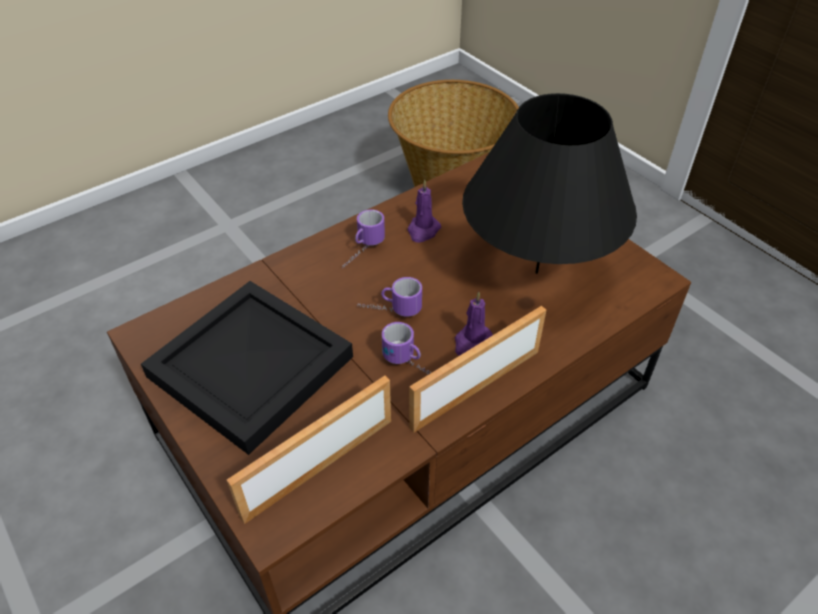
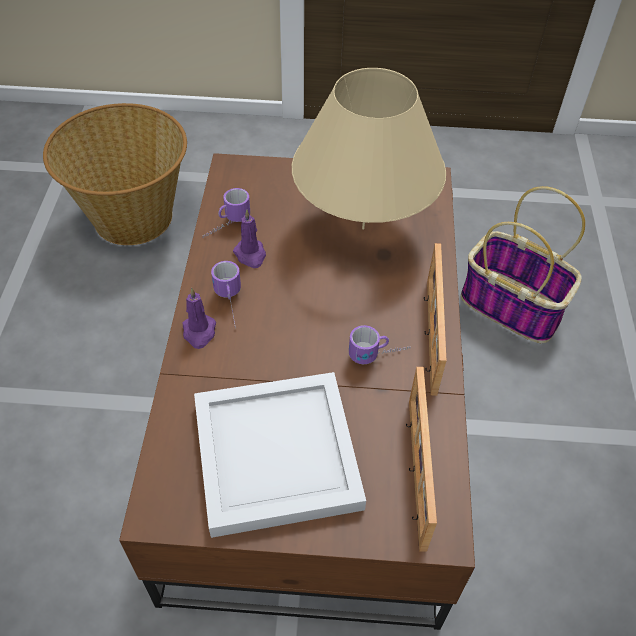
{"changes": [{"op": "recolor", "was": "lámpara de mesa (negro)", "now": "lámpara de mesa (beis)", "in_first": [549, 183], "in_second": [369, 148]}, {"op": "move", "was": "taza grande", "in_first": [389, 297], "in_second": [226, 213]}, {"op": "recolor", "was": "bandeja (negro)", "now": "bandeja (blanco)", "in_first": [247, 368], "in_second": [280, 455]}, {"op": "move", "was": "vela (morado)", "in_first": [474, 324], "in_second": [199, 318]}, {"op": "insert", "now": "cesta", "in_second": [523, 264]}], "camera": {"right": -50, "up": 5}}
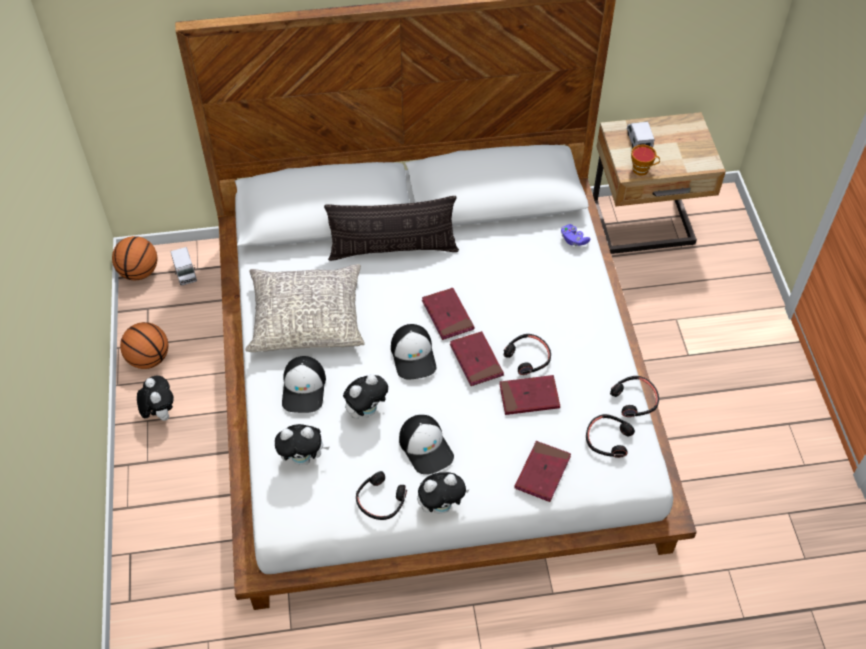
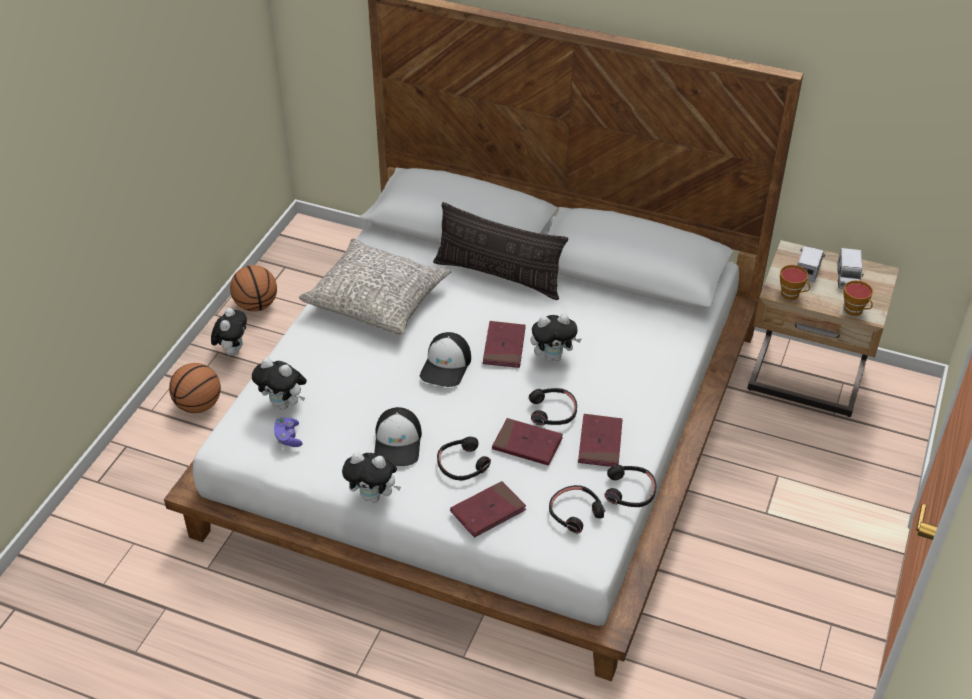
{"changes": [{"op": "move", "was": "mando de consola (morado)", "in_first": [575, 235], "in_second": [288, 432]}, {"op": "move", "was": "balón de baloncesto", "in_first": [135, 258], "in_second": [195, 388]}, {"op": "move", "was": "camión de juguete", "in_first": [184, 266], "in_second": [850, 268]}, {"op": "move", "was": "libro (rojo)", "in_first": [477, 358], "in_second": [600, 440]}, {"op": "delete", "was": "gorra", "in_first": [304, 384]}, {"op": "move", "was": "peluche", "in_first": [365, 396], "in_second": [556, 338]}, {"op": "move", "was": "auriculares (negro)", "in_first": [381, 495], "in_second": [464, 458]}, {"op": "insert", "now": "taza", "in_second": [858, 298]}], "camera": {"right": 30, "up": -10}}
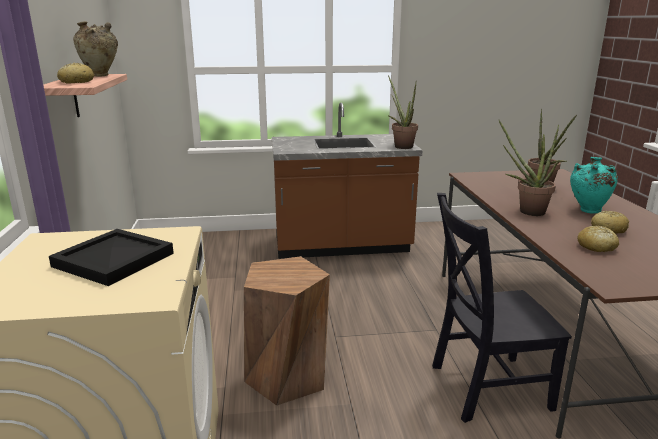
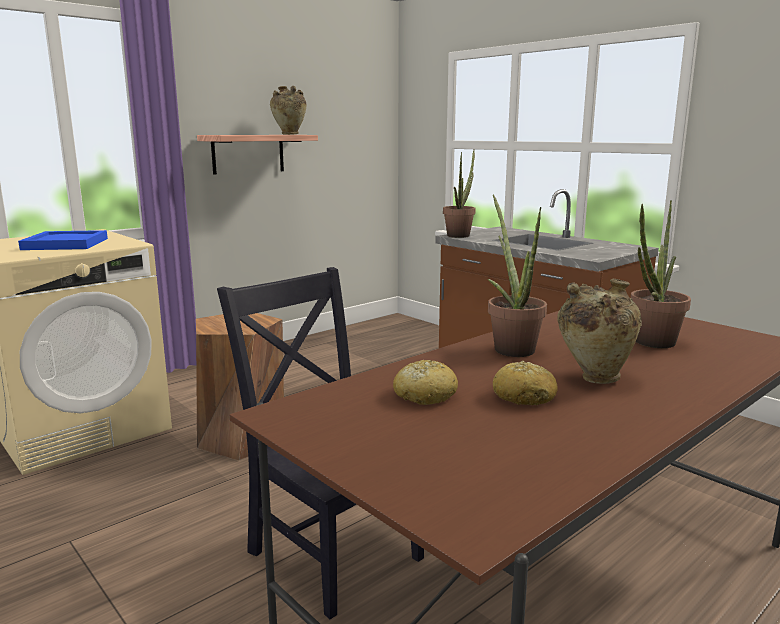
{"changes": [{"op": "delete", "was": "pan", "in_first": [75, 73]}, {"op": "move", "was": "planta en maceta", "in_first": [403, 112], "in_second": [459, 194]}, {"op": "recolor", "was": "florero (turquesa)", "now": "florero (beis)", "in_first": [594, 185], "in_second": [599, 331]}, {"op": "recolor", "was": "bandeja (negro)", "now": "bandeja (azul)", "in_first": [111, 257], "in_second": [63, 240]}], "camera": {"right": 55, "up": -5}}
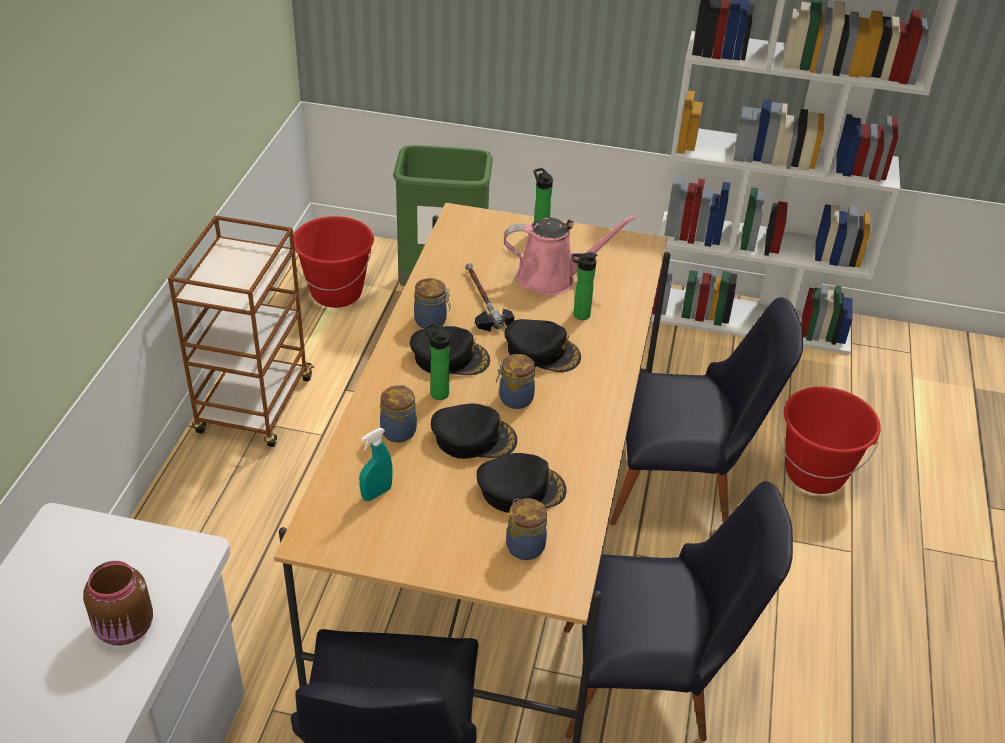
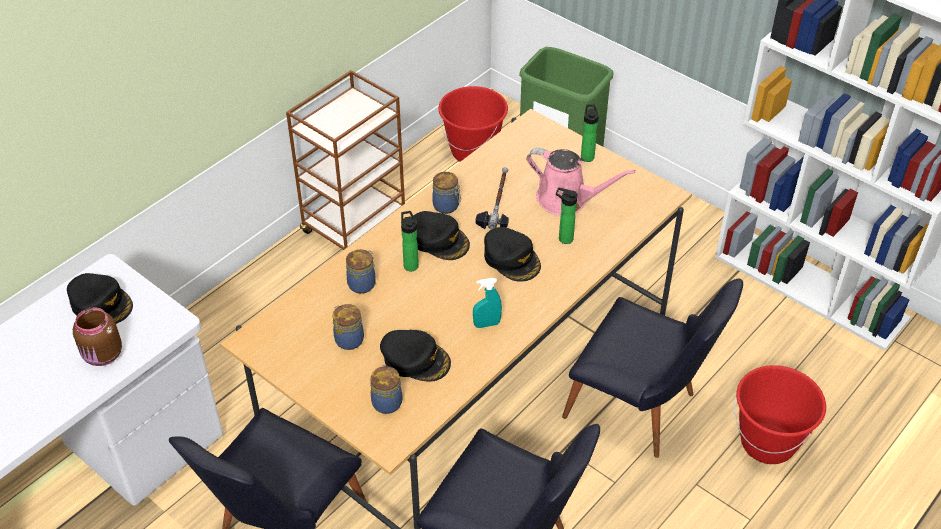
{"changes": [{"op": "move", "was": "tarro", "in_first": [515, 381], "in_second": [348, 327]}, {"op": "move", "was": "gorra (negro)", "in_first": [474, 431], "in_second": [100, 298]}, {"op": "move", "was": "pulverizador (turquesa)", "in_first": [376, 464], "in_second": [487, 303]}], "camera": {"right": 30, "up": 5}}
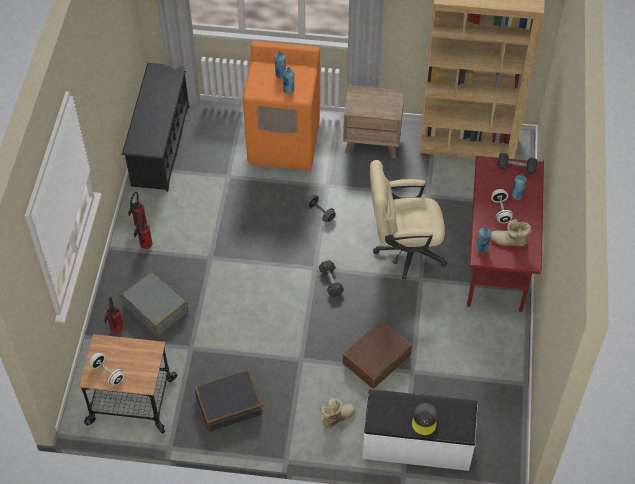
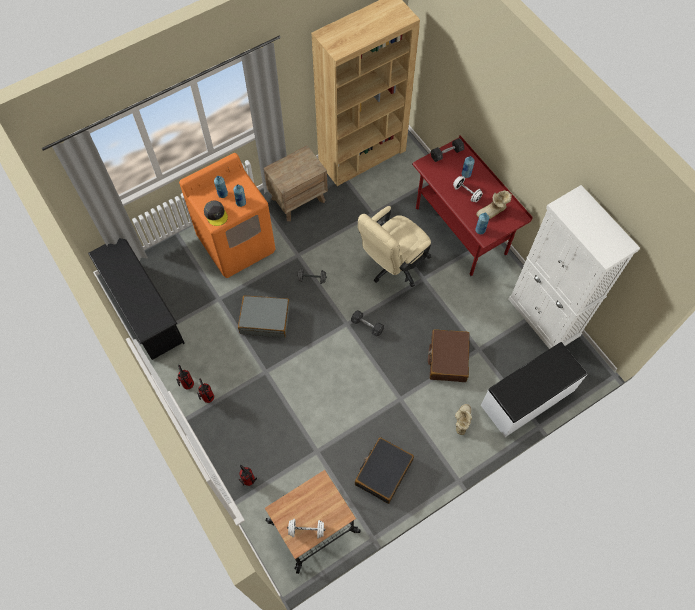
{"changes": [{"op": "move", "was": "maleta (gris)", "in_first": [154, 303], "in_second": [264, 317]}, {"op": "move", "was": "gorra (gris)", "in_first": [425, 419], "in_second": [216, 213]}, {"op": "insert", "now": "armario (blanco)", "in_second": [574, 267]}], "camera": {"right": -40, "up": 10}}
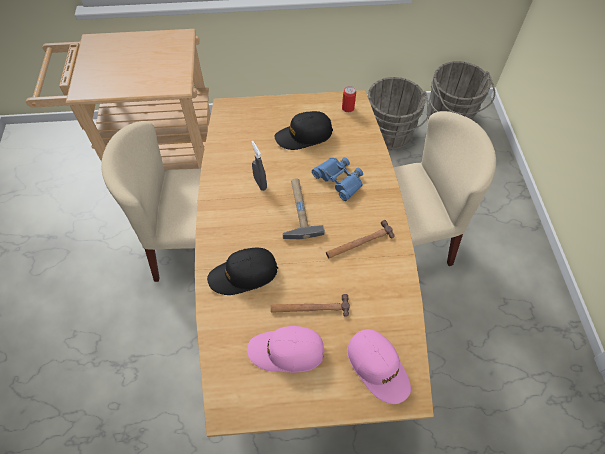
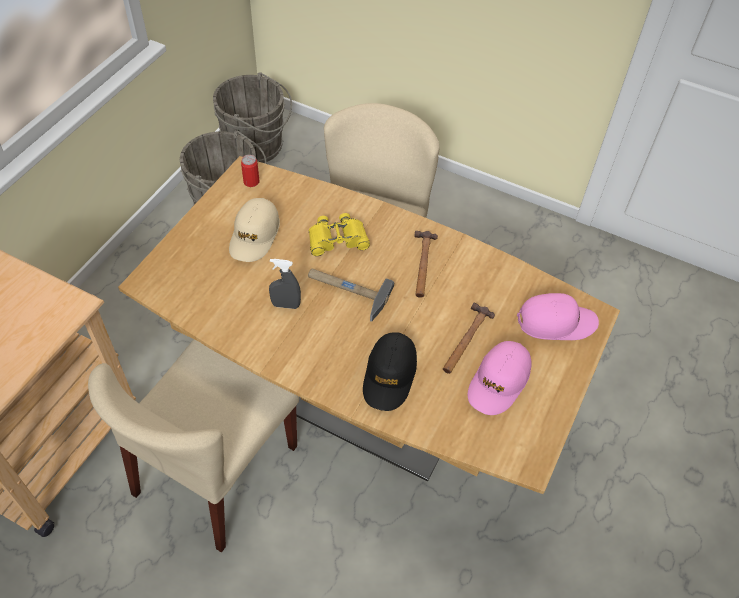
{"changes": [{"op": "recolor", "was": "gorra (negro)", "now": "gorra (beis)", "in_first": [304, 130], "in_second": [254, 230]}, {"op": "recolor", "was": "prismáticos (azul)", "now": "prismáticos (amarillo)", "in_first": [337, 179], "in_second": [339, 234]}], "camera": {"right": -60, "up": -5}}
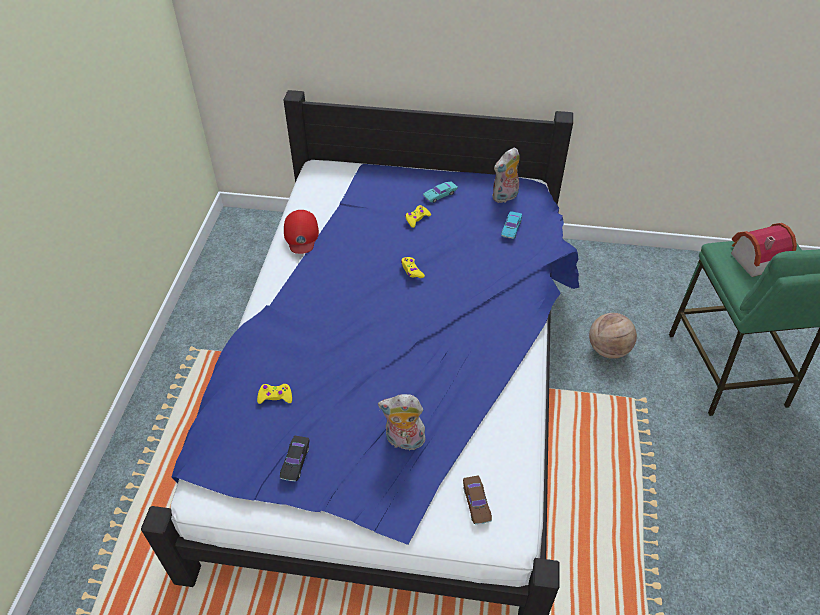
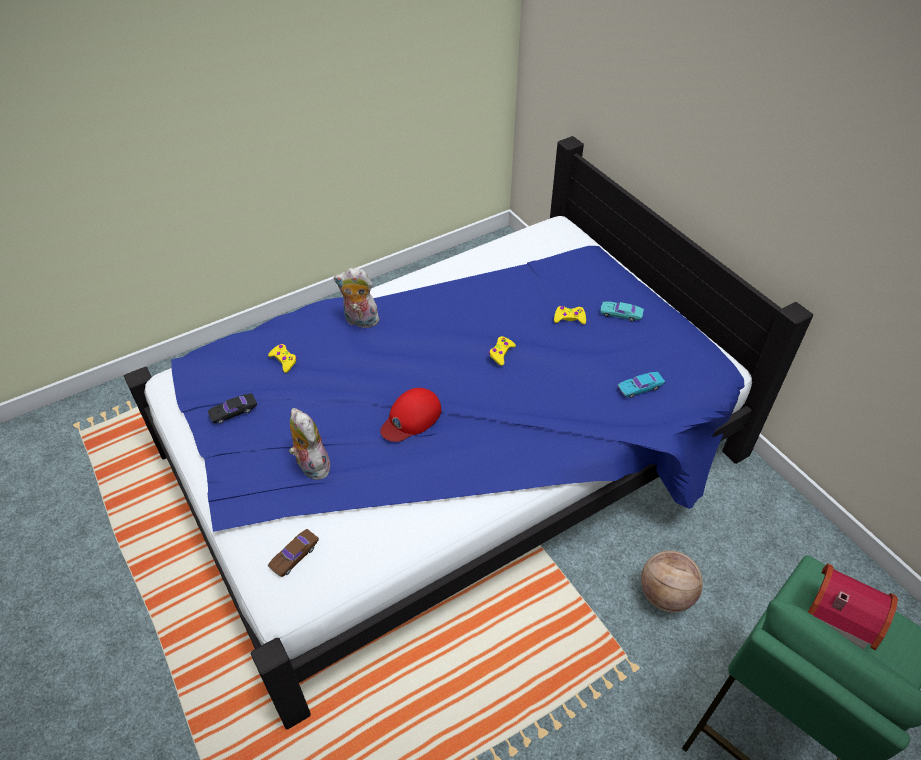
{"changes": [{"op": "move", "was": "peluche", "in_first": [506, 175], "in_second": [356, 298]}, {"op": "move", "was": "gorra (rojo)", "in_first": [301, 232], "in_second": [410, 415]}], "camera": {"right": 50, "up": 0}}
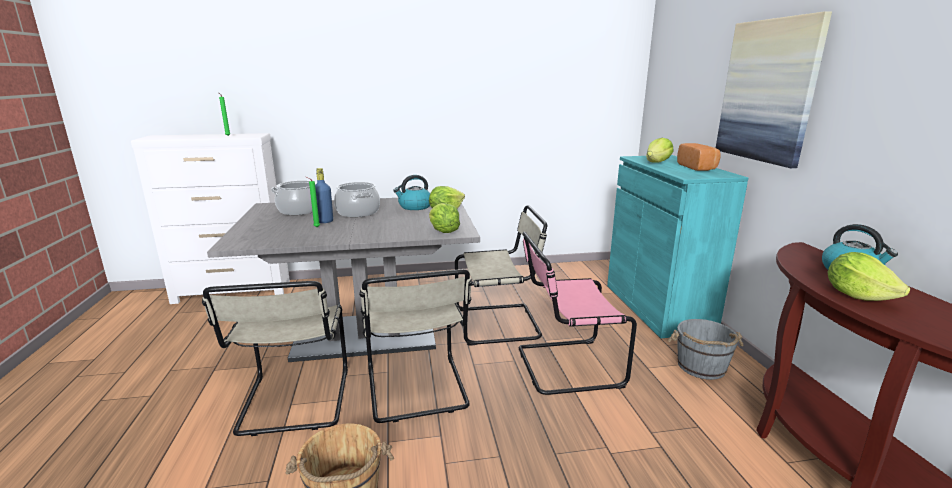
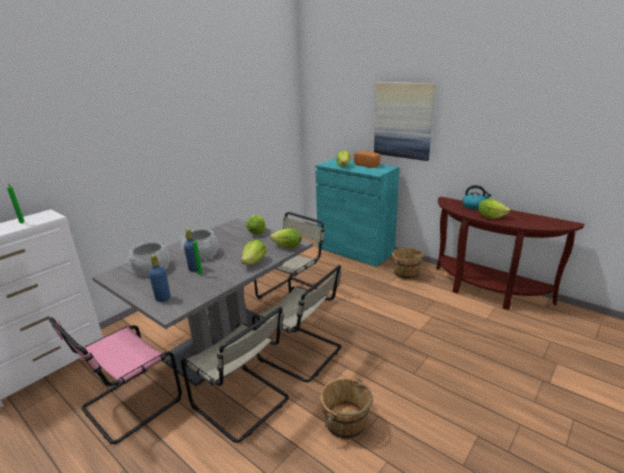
{"changes": [{"op": "delete", "was": "hervidor", "in_first": [411, 192]}, {"op": "move", "was": "silla (rosa)", "in_first": [578, 313], "in_second": [115, 381]}, {"op": "recolor", "was": "cubo (gris)", "now": "cubo (marrón)", "in_first": [705, 349], "in_second": [408, 263]}, {"op": "insert", "now": "lechuga", "in_second": [253, 252]}, {"op": "insert", "now": "botella (azul)", "in_second": [159, 278]}], "camera": {"right": -40, "up": 5}}
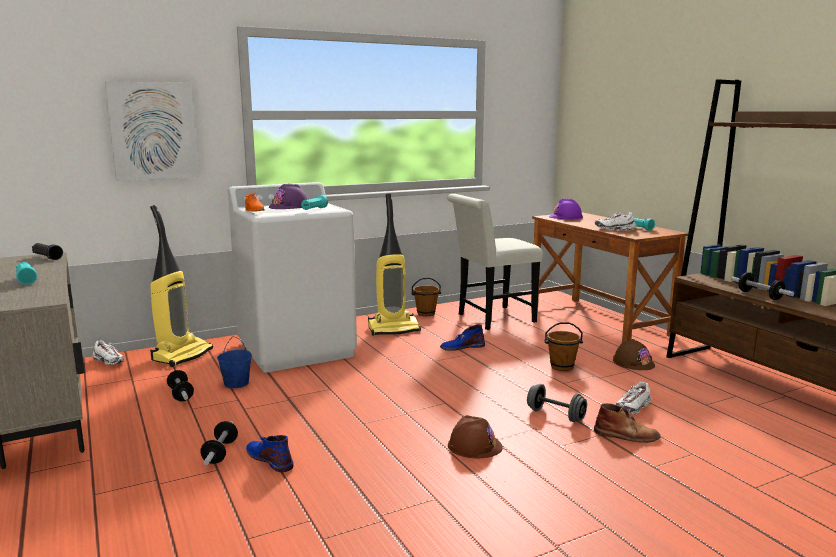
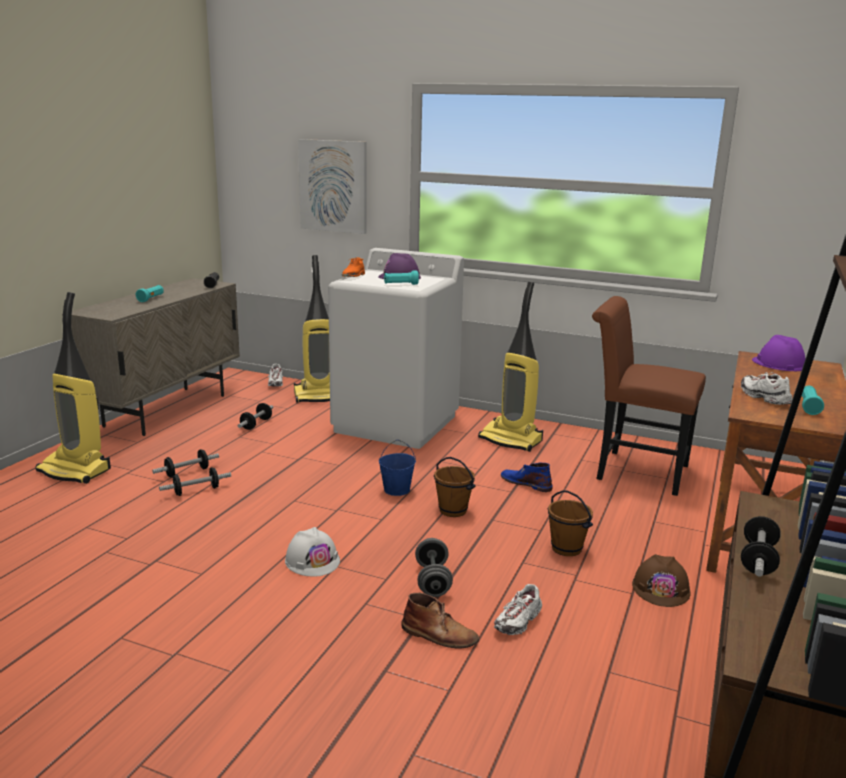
{"changes": [{"op": "recolor", "was": "silla (blanco)", "now": "silla (marrón)", "in_first": [495, 262], "in_second": [649, 396]}, {"op": "move", "was": "cubo (marrón)", "in_first": [426, 297], "in_second": [455, 487]}, {"op": "move", "was": "cubo (azul)", "in_first": [234, 362], "in_second": [397, 468]}, {"op": "rotate", "was": "zapato (blanco)", "in_first": [633, 398], "in_second": [518, 609], "clockwise": -60}, {"op": "rotate", "was": "bota (marrón)", "in_first": [627, 423], "in_second": [440, 620], "clockwise": -45}, {"op": "recolor", "was": "casco (marrón)", "now": "casco (blanco)", "in_first": [475, 436], "in_second": [312, 552]}, {"op": "replace", "was": "bota (azul)", "now": "mancuerna", "in_first": [270, 453], "in_second": [195, 481]}, {"op": "insert", "now": "aspiradora", "in_second": [73, 388]}], "camera": {"right": 50, "up": 5}}
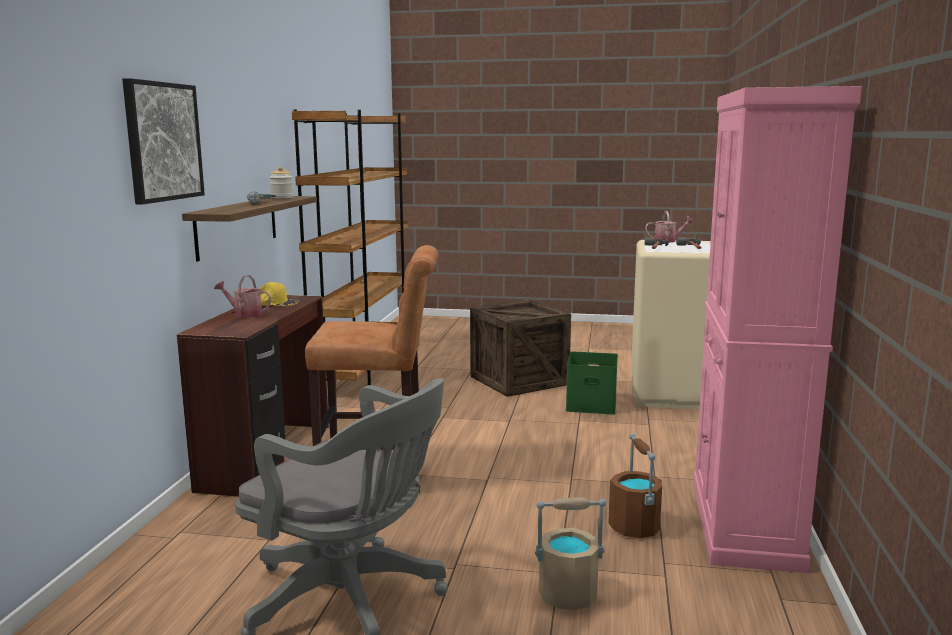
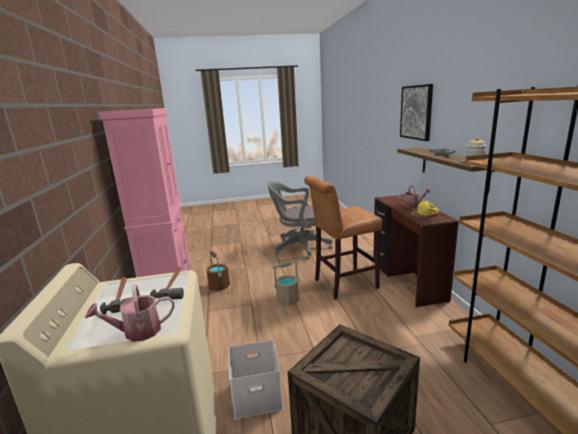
{"changes": [{"op": "recolor", "was": "caja de almacenaje (verde)", "now": "caja de almacenaje (blanco)", "in_first": [592, 383], "in_second": [255, 379]}, {"op": "move", "was": "cubo (beis)", "in_first": [570, 553], "in_second": [286, 283]}], "camera": {"right": 160, "up": 5}}
